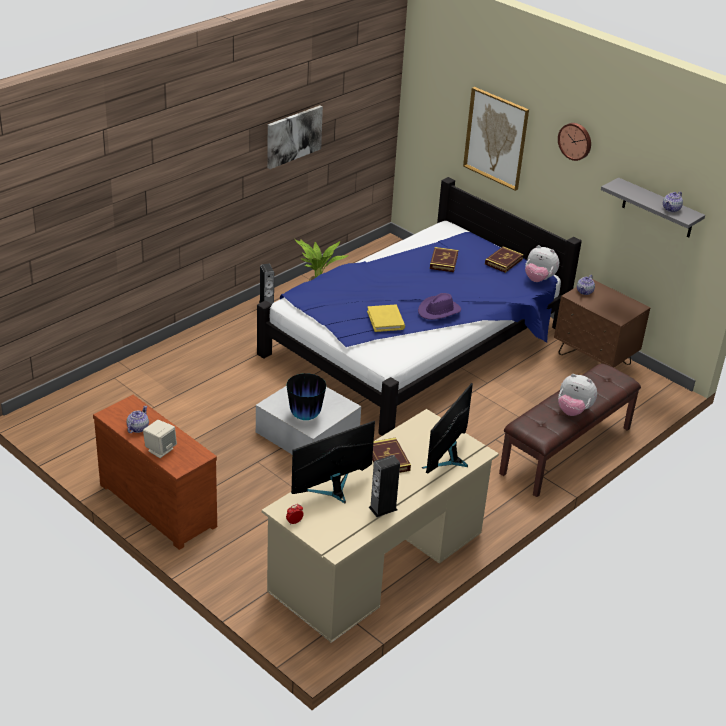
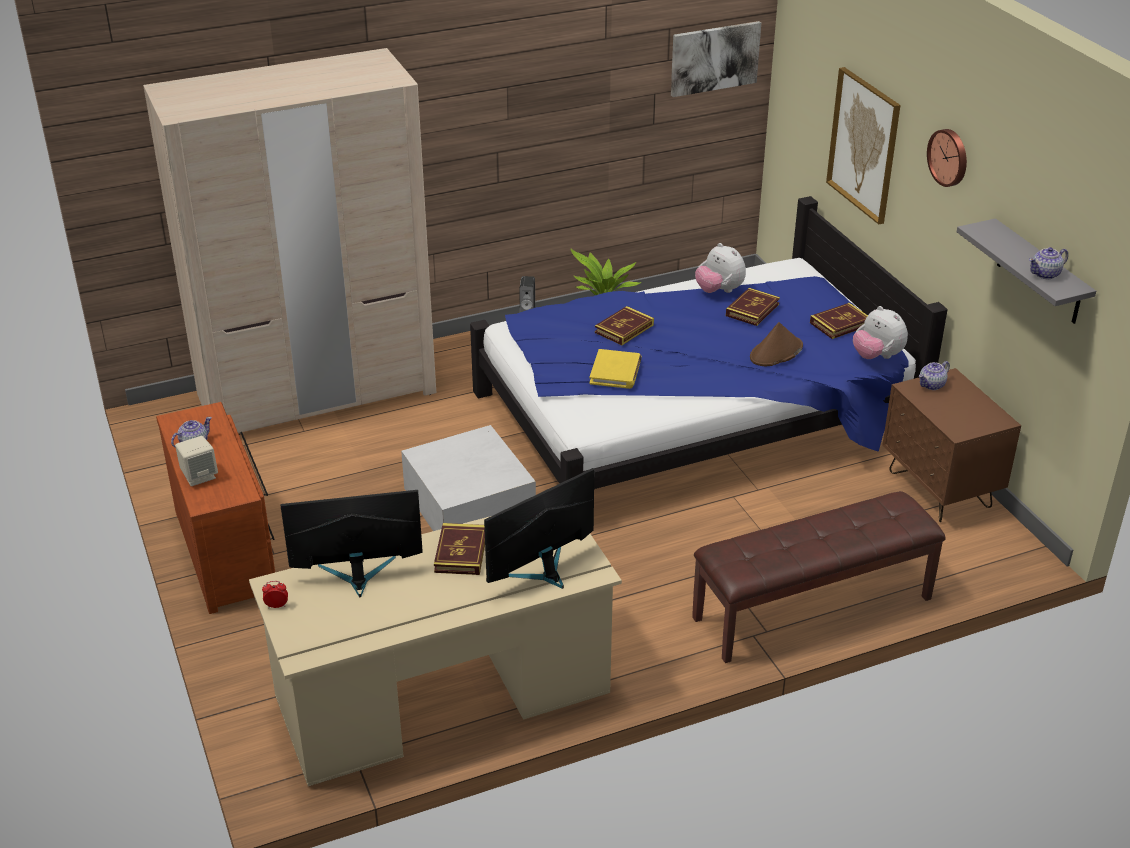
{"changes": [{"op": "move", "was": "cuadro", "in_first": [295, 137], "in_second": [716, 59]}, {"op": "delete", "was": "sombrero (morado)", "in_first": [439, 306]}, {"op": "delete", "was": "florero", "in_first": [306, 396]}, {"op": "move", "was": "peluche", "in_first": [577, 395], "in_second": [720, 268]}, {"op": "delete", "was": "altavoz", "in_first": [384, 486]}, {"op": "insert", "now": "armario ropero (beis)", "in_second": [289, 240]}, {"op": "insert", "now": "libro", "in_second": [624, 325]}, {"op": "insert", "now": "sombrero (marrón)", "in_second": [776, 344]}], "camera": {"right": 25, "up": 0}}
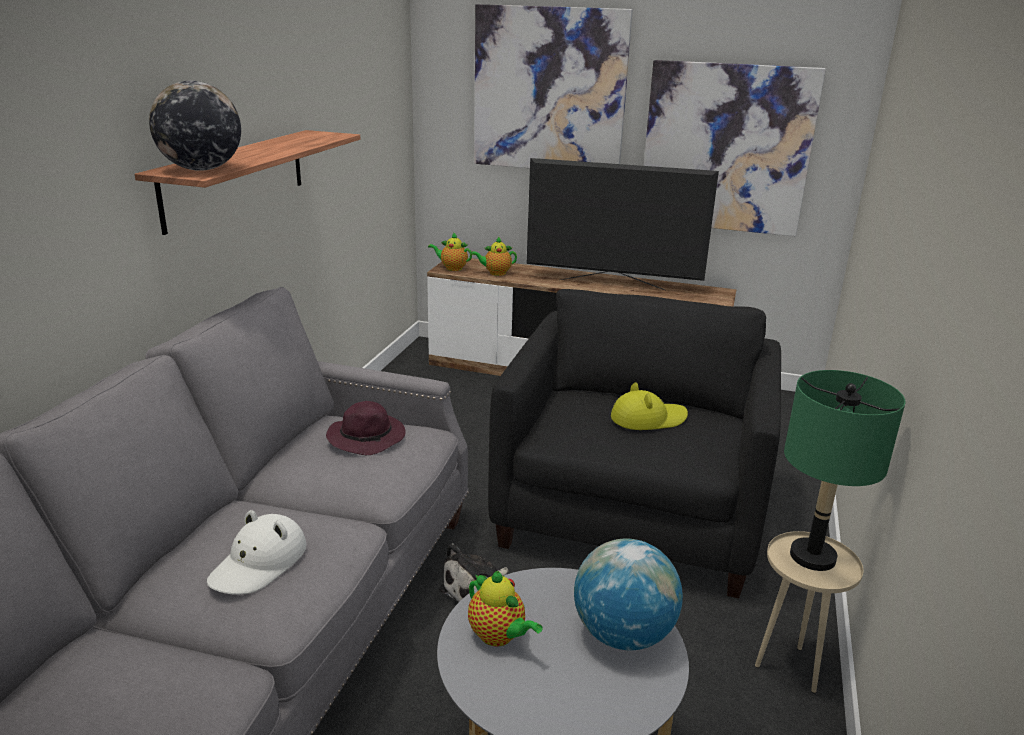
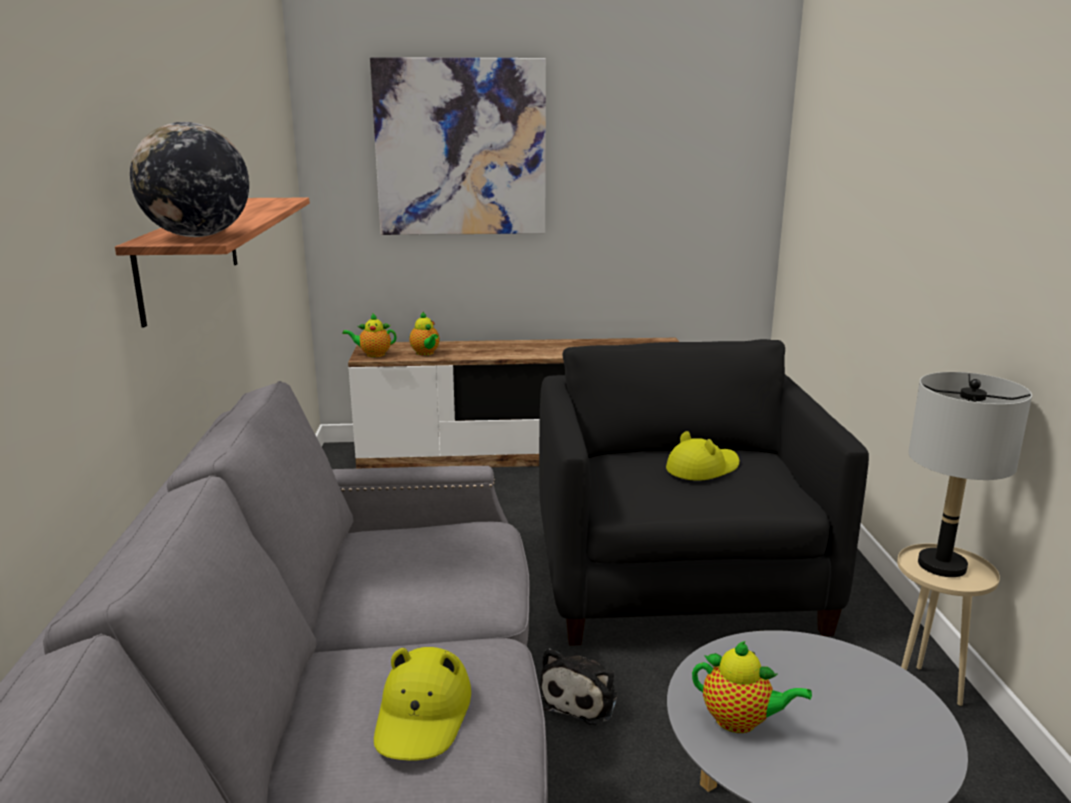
{"changes": [{"op": "delete", "was": "cuadro", "in_first": [735, 148]}, {"op": "delete", "was": "televisor", "in_first": [623, 224]}, {"op": "rotate", "was": "tetera", "in_first": [494, 256], "in_second": [424, 333], "clockwise": -90}, {"op": "recolor", "was": "lámpara de mesa (verde)", "now": "lámpara de mesa (gris)", "in_first": [844, 470], "in_second": [970, 474]}, {"op": "delete", "was": "sombrero (morado)", "in_first": [366, 428]}, {"op": "recolor", "was": "sombrero (blanco)", "now": "sombrero (amarillo)", "in_first": [257, 552], "in_second": [422, 704]}, {"op": "delete", "was": "globo terráqueo", "in_first": [628, 594]}], "camera": {"right": -20, "up": -5}}
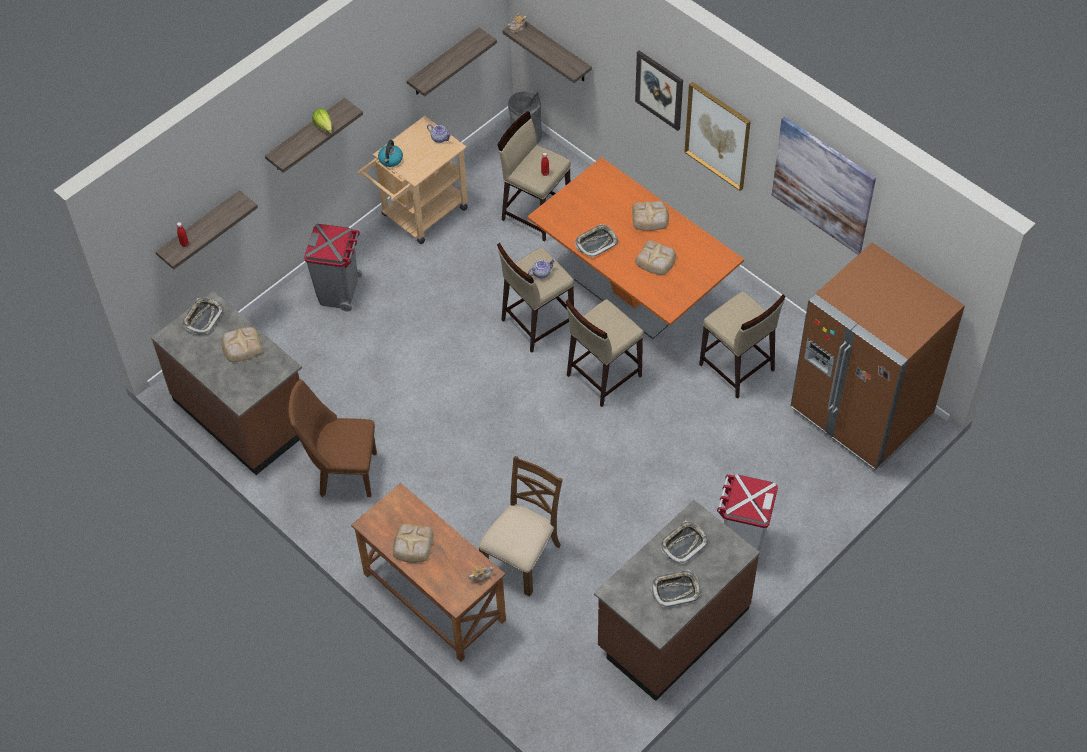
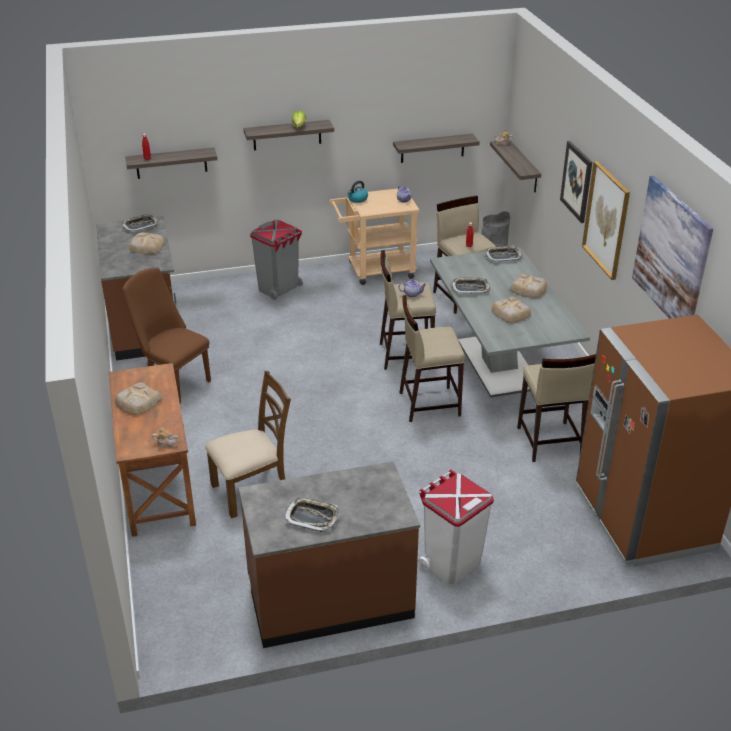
{"changes": [{"op": "recolor", "was": "mesa de comedor (naranja)", "now": "mesa de comedor (gris)", "in_first": [635, 248], "in_second": [510, 322]}, {"op": "move", "was": "bandeja", "in_first": [684, 542], "in_second": [503, 253]}], "camera": {"right": 30, "up": -20}}
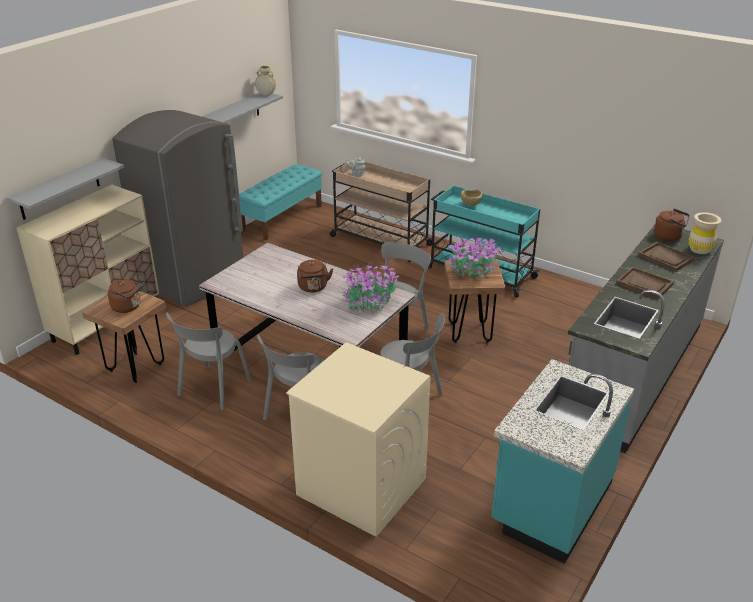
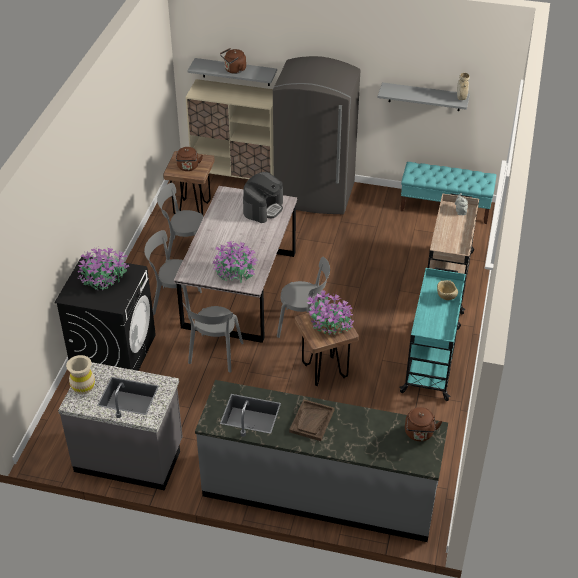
{"changes": [{"op": "move", "was": "florero (beis)", "in_first": [705, 233], "in_second": [80, 374]}, {"op": "delete", "was": "bandeja (marrón)", "in_first": [666, 257]}, {"op": "move", "was": "hervidor (marrón)", "in_first": [315, 276], "in_second": [233, 61]}, {"op": "recolor", "was": "lavadora (beis)", "now": "lavadora (negro)", "in_first": [358, 439], "in_second": [105, 314]}, {"op": "recolor", "was": "mueble bajo de cocina (turquesa)", "now": "mueble bajo de cocina (gris)", "in_first": [562, 461], "in_second": [120, 426]}, {"op": "insert", "now": "cafetera", "in_second": [263, 197]}, {"op": "insert", "now": "planta en maceta", "in_second": [103, 268]}], "camera": {"right": 70, "up": 10}}
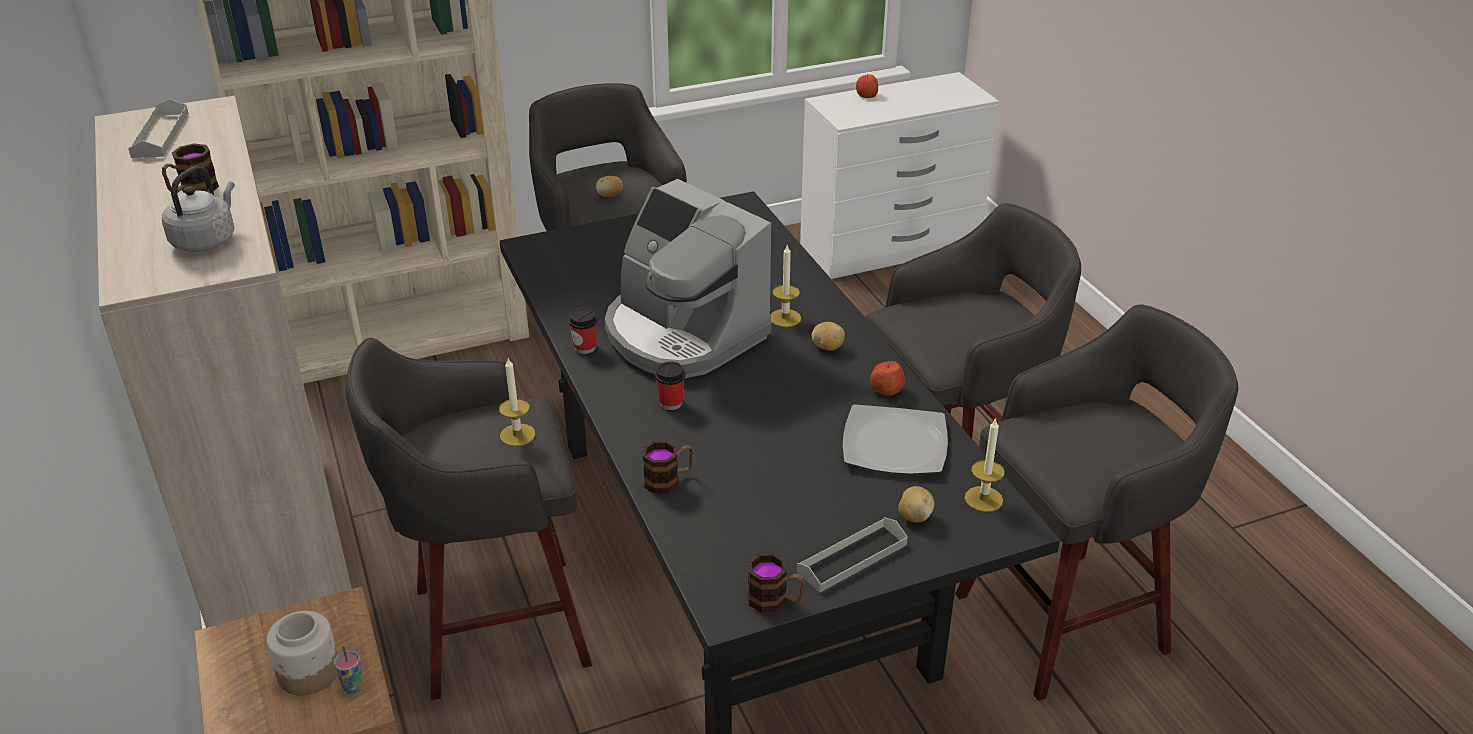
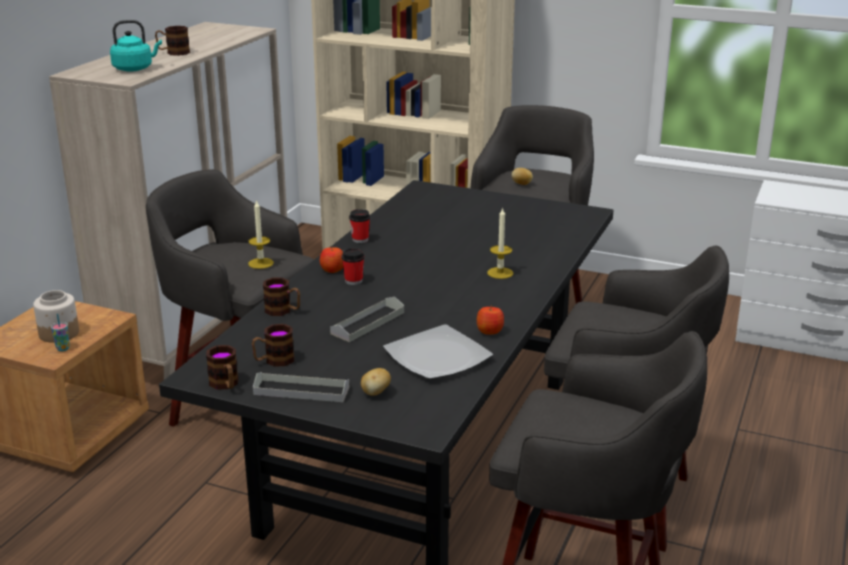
{"changes": [{"op": "move", "was": "manzana", "in_first": [867, 86], "in_second": [331, 259]}, {"op": "move", "was": "bandeja (gris)", "in_first": [158, 128], "in_second": [367, 319]}, {"op": "recolor", "was": "hervidor (gris)", "now": "hervidor (turquesa)", "in_first": [198, 209], "in_second": [136, 45]}, {"op": "delete", "was": "cafetera", "in_first": [688, 279]}, {"op": "delete", "was": "patata", "in_first": [828, 336]}, {"op": "delete", "was": "vela", "in_first": [985, 465]}, {"op": "insert", "now": "taza grande", "in_second": [273, 345]}], "camera": {"right": 45, "up": -10}}
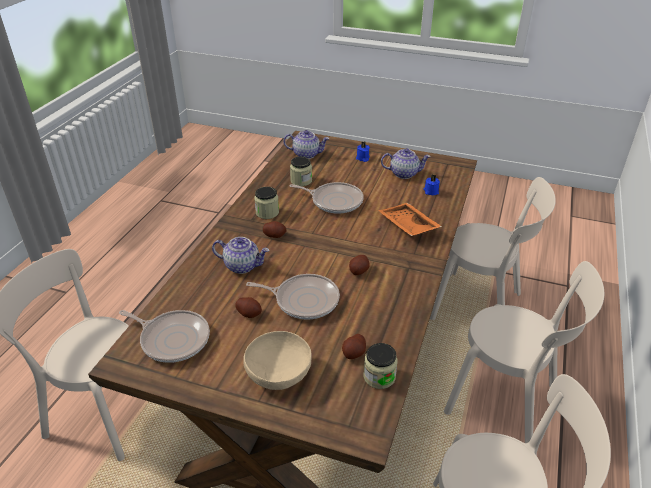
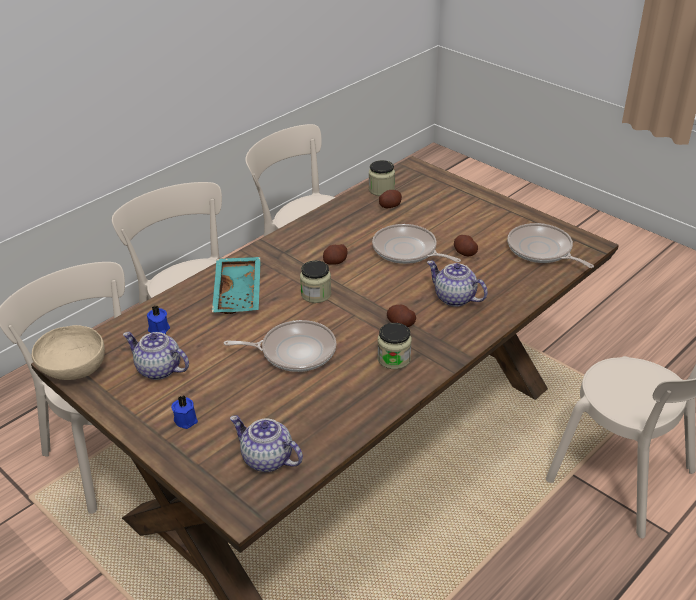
{"changes": [{"op": "move", "was": "tarro", "in_first": [301, 171], "in_second": [315, 281]}, {"op": "rotate", "was": "sartén", "in_first": [326, 198], "in_second": [280, 346], "clockwise": 135}, {"op": "recolor", "was": "bandeja (naranja)", "now": "bandeja (turquesa)", "in_first": [410, 219], "in_second": [236, 285]}, {"op": "move", "was": "cuenco (beis)", "in_first": [277, 360], "in_second": [68, 352]}], "camera": {"right": -155, "up": 0}}
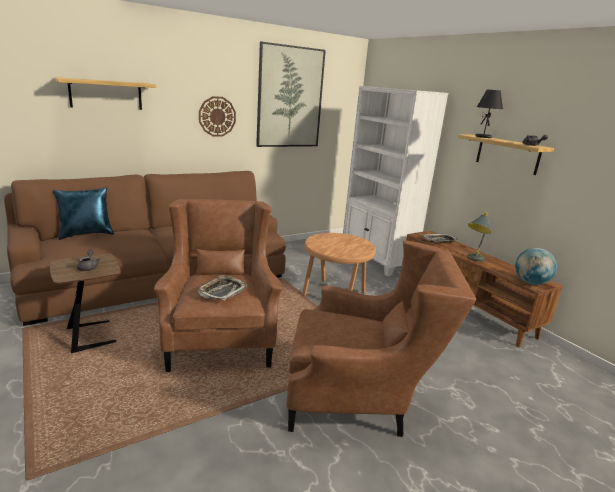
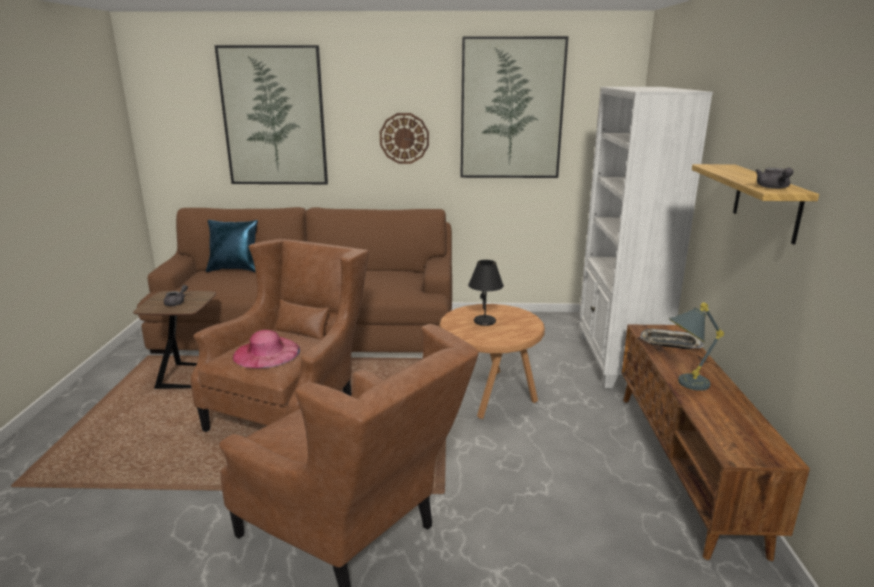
{"changes": [{"op": "replace", "was": "estante", "now": "cuadro", "in_first": [105, 93], "in_second": [271, 114]}, {"op": "move", "was": "lámpara de mesa (negro)", "in_first": [489, 114], "in_second": [486, 293]}, {"op": "delete", "was": "globo terráqueo", "in_first": [536, 266]}, {"op": "replace", "was": "bandeja", "now": "sombrero (rosa)", "in_first": [222, 287], "in_second": [266, 349]}], "camera": {"right": 35, "up": 0}}
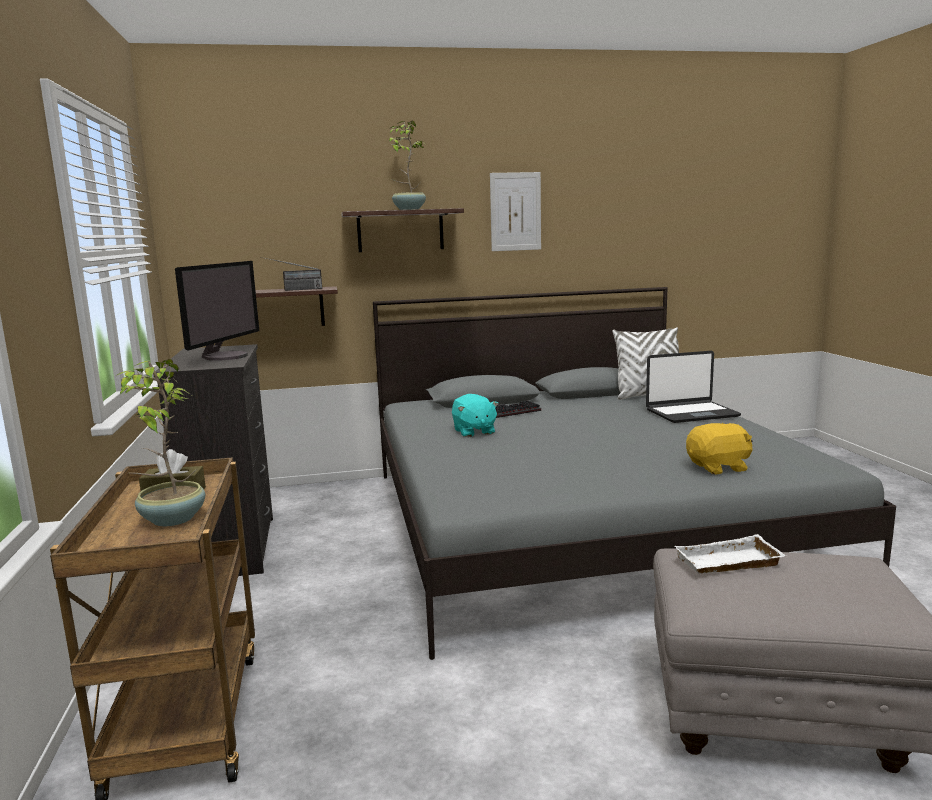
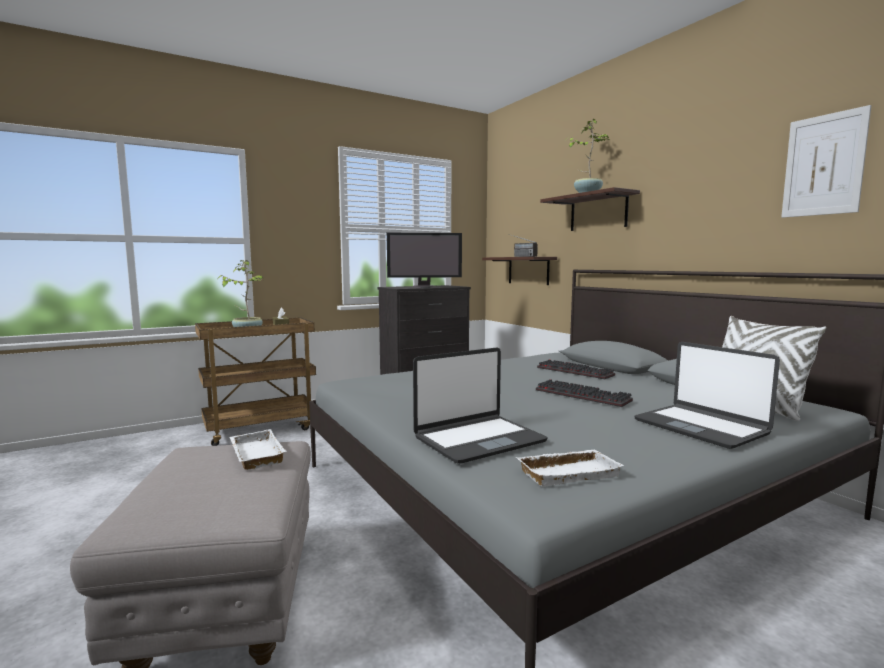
{"changes": [{"op": "move", "was": "cuadro", "in_first": [515, 211], "in_second": [826, 161]}, {"op": "delete", "was": "peluche (turquesa)", "in_first": [475, 415]}, {"op": "replace", "was": "peluche (amarillo)", "now": "portátil", "in_first": [719, 449], "in_second": [480, 406]}, {"op": "insert", "now": "teclado", "in_second": [584, 393]}, {"op": "insert", "now": "bandeja (blanco)", "in_second": [570, 468]}], "camera": {"right": 70, "up": -5}}
